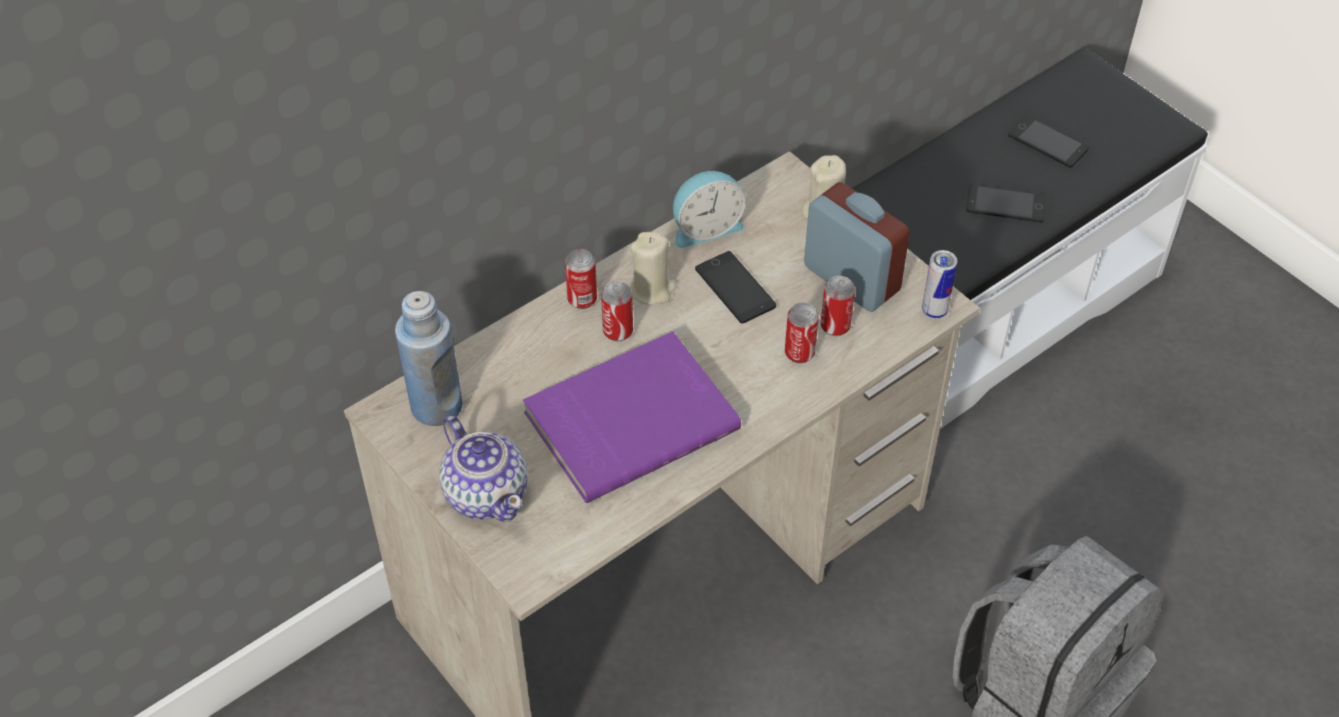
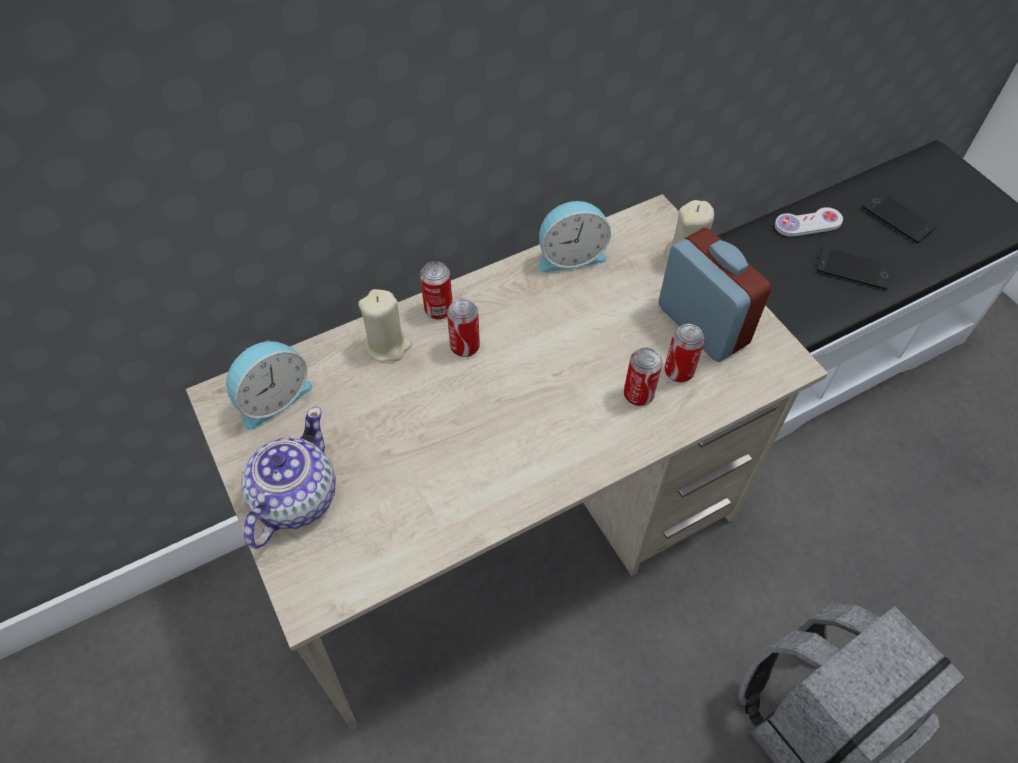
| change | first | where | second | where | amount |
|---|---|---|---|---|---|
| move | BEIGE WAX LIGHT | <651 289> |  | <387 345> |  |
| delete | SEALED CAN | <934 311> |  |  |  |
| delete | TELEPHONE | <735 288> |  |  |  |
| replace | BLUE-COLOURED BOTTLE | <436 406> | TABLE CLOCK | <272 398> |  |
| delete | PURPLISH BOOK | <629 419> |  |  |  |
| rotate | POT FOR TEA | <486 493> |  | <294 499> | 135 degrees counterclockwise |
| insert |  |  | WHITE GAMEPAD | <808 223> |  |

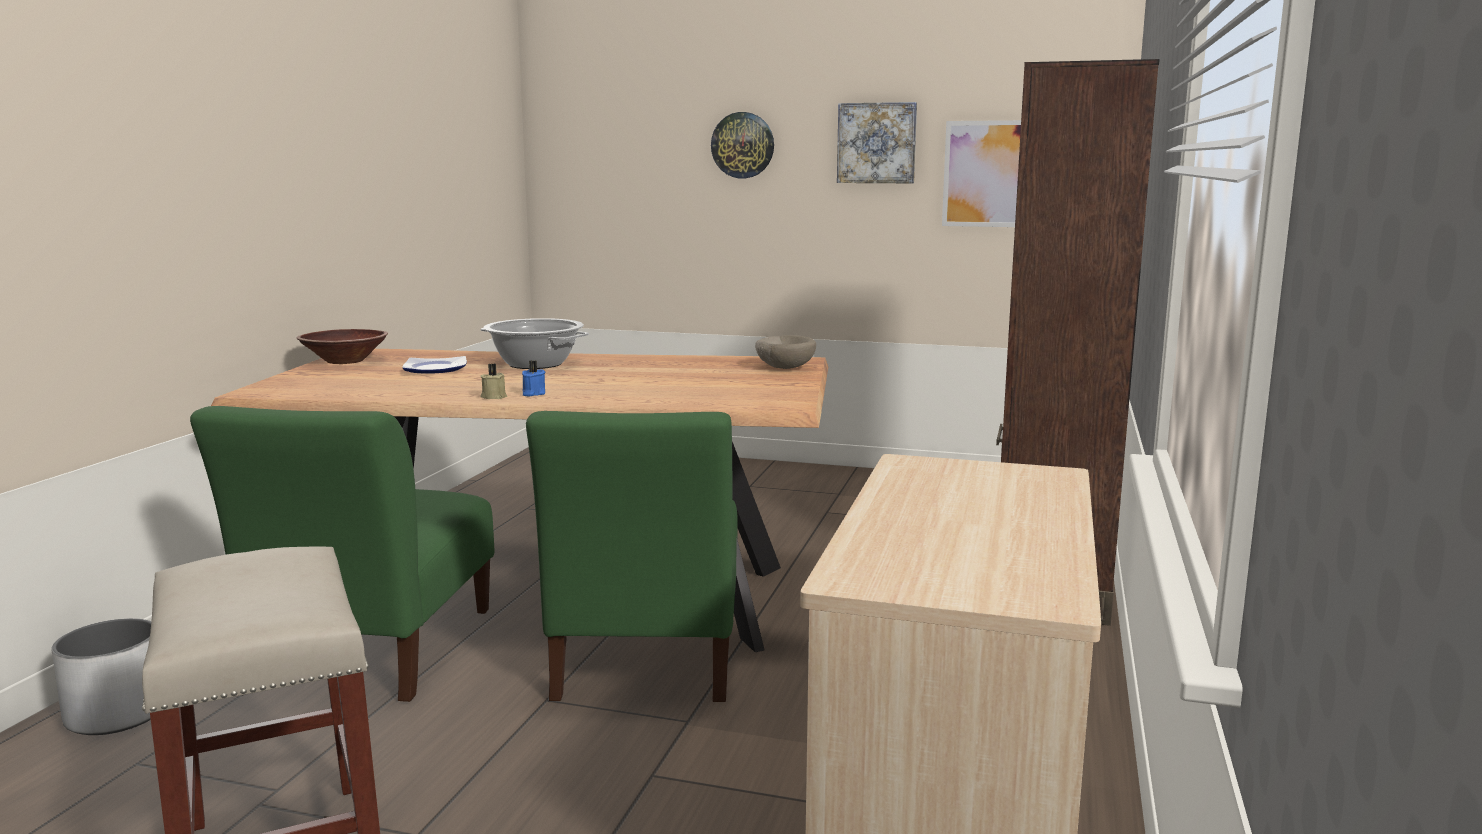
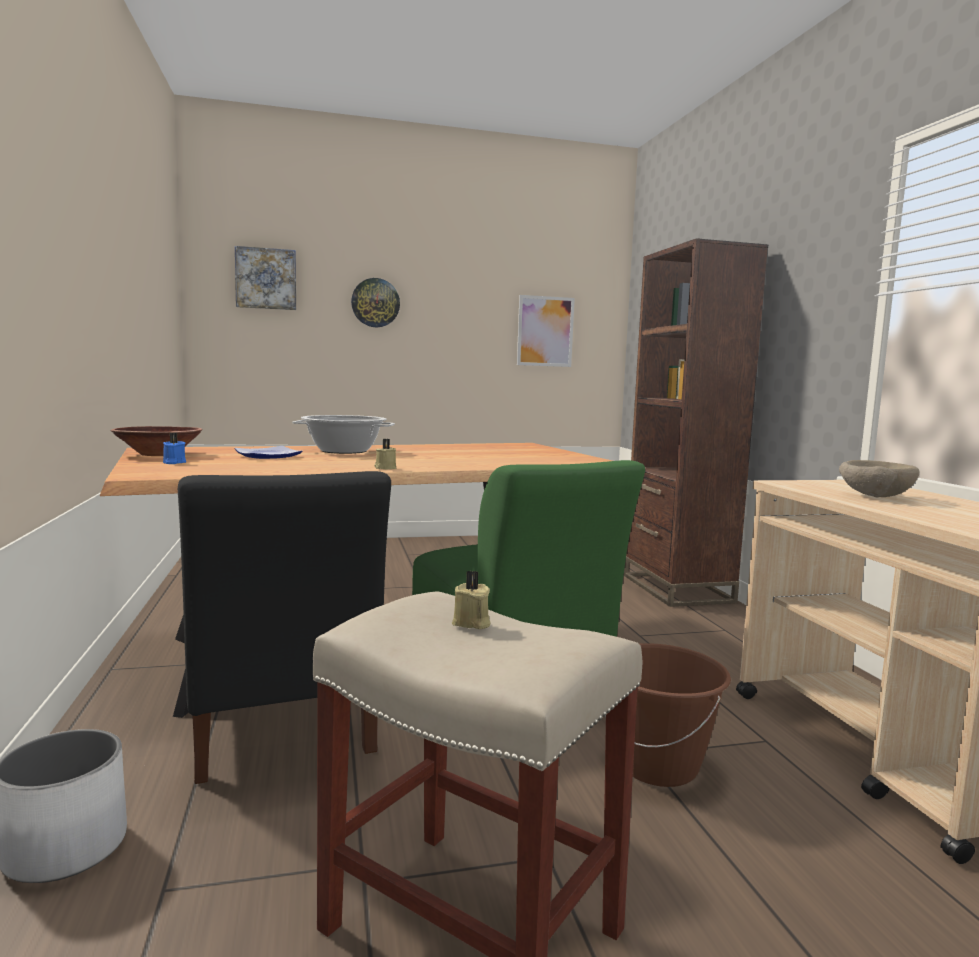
| change | first | where | second | where | amount |
|---|---|---|---|---|---|
| move | WALL PICTURE | <877 143> |  | <266 279> |  |
| move | BEIGE BOWL | <784 368> |  | <873 496> |  |
| move | BLUE-COLOURED WAX LIGHT | <533 394> |  | <173 462> |  |
| recolor | GREEN-COLOURED CHAIR | <372 653> | BLACK CHAIR | <279 722> |  |
| insert |  |  | BEIGE WAX LIGHT | <471 623> |  |
| insert |  |  | BROWNISH BUCKET | <658 765> |  |

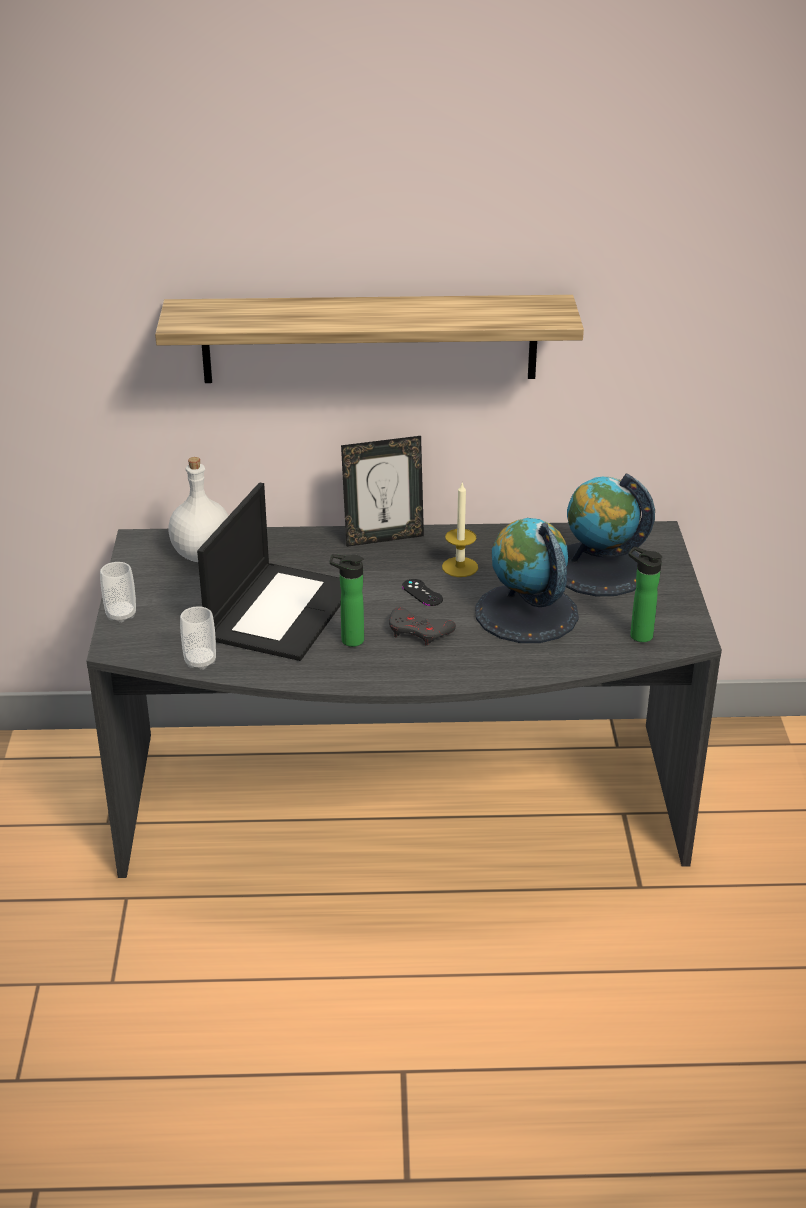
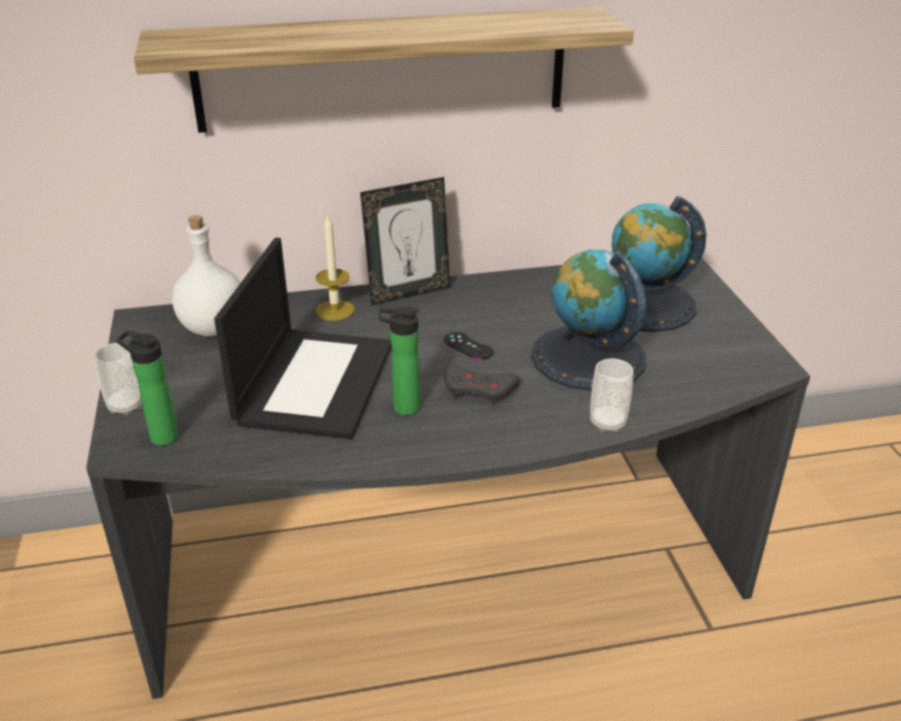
| change | first | where | second | where | amount |
|---|---|---|---|---|---|
| move | WAX LIGHT | <460 567> |  | <335 310> |  |
| move | BOTTLE | <637 635> |  | <160 436> |  |
| move | CUP | <200 661> |  | <608 423> |  |

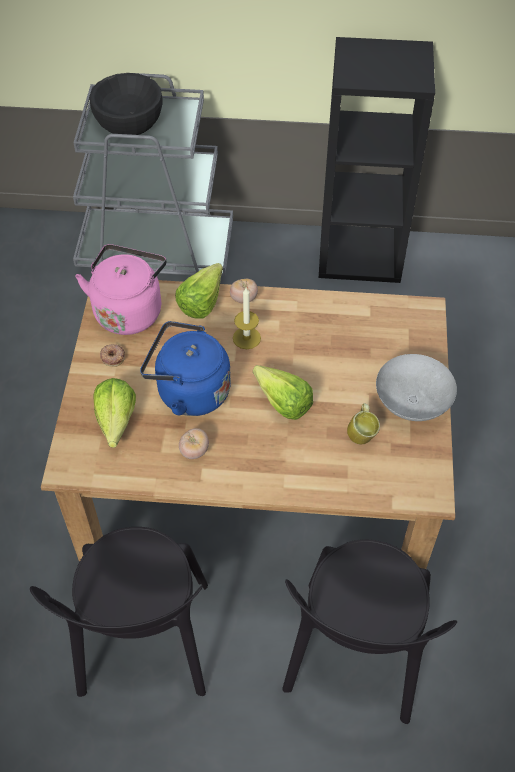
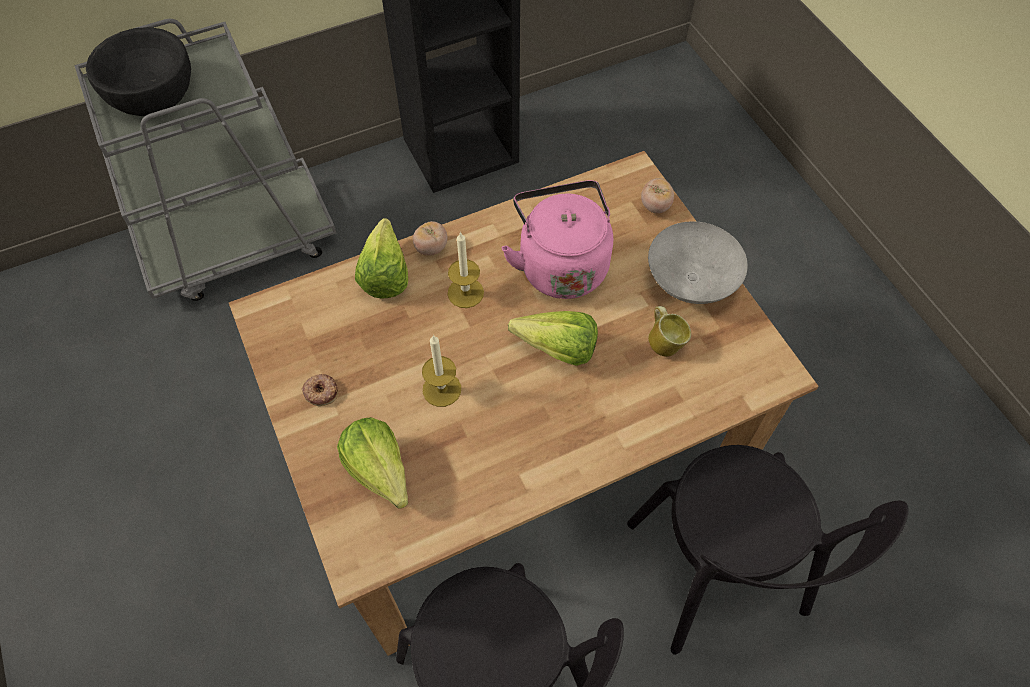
| change | first | where | second | where | amount |
|---|---|---|---|---|---|
| move | PINK-COLOURED TEA KETTLE | <129 310> |  | <560 264> |  |
| replace | BLUE-COLOURED TEA KETTLE | <189 391> | WAX LIGHT | <442 389> |  |
| move | TOMATO | <194 451> |  | <655 206> |  |

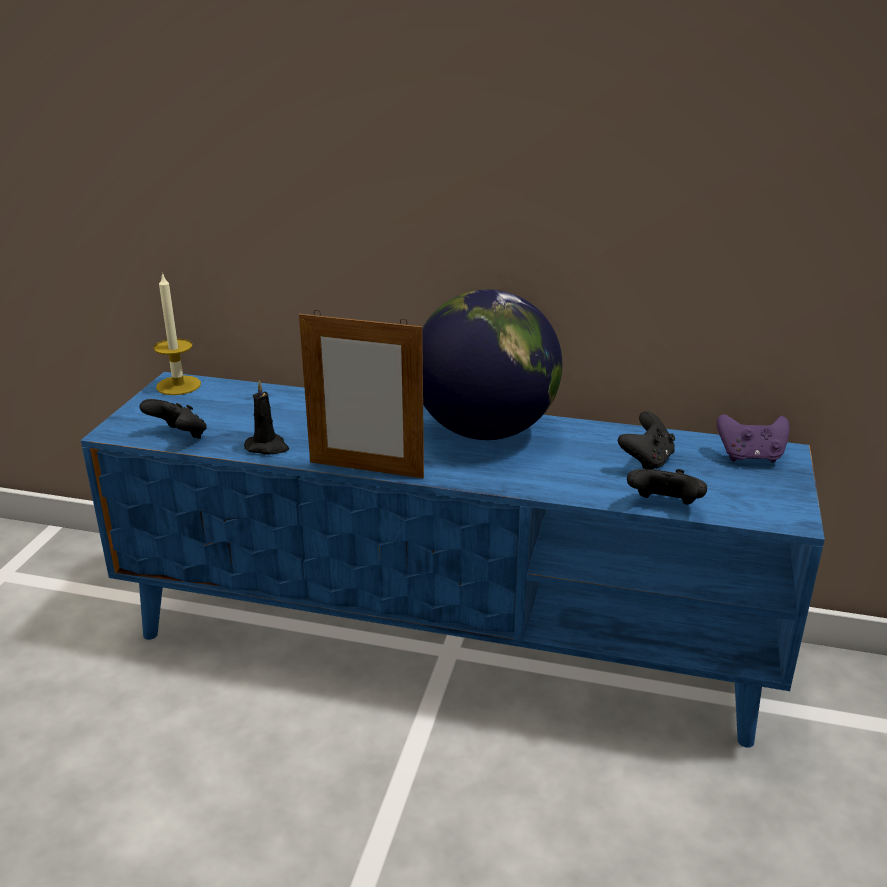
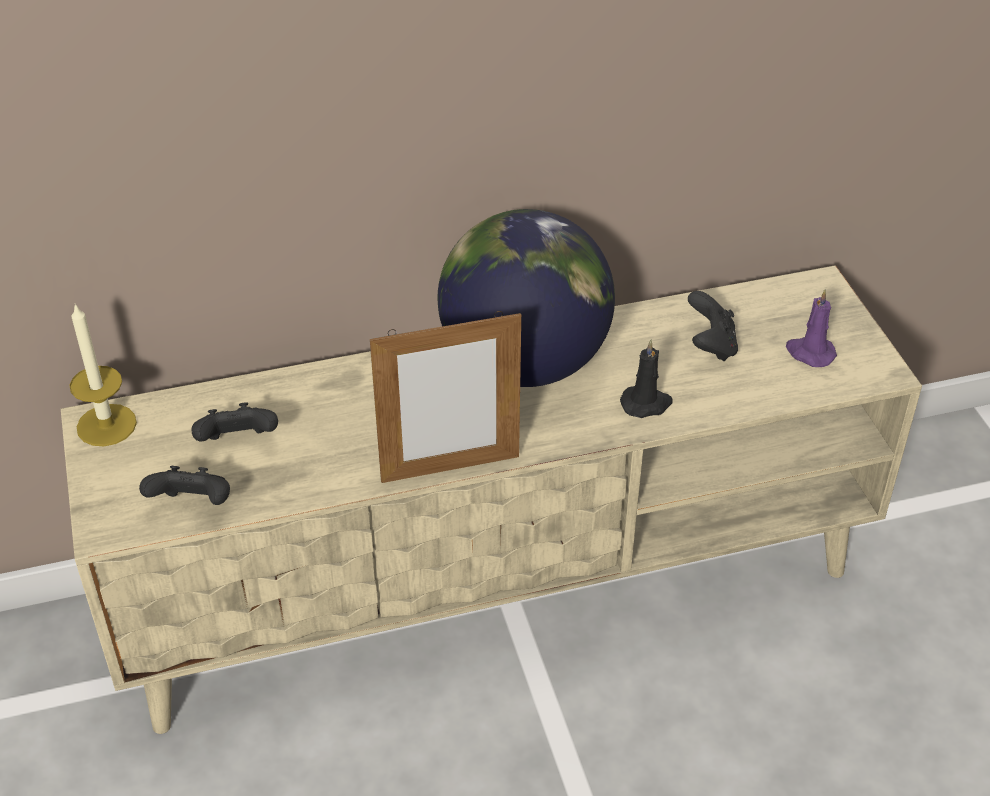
| change | first | where | second | where | amount |
|---|---|---|---|---|---|
| recolor | BLUE-COLOURED TV UNIT | <446 642> | BEIGE TV UNIT | <497 587> |  |
| move | BLACK WAX LIGHT | <267 447> |  | <646 403> |  |
| delete | PURPLISH GAMEPAD | <750 457> |  |  |  |
| move | BLACK GAMEPAD | <664 506> |  | <238 442> |  |
| insert |  |  | PURPLISH WAX LIGHT | <809 353> |  |

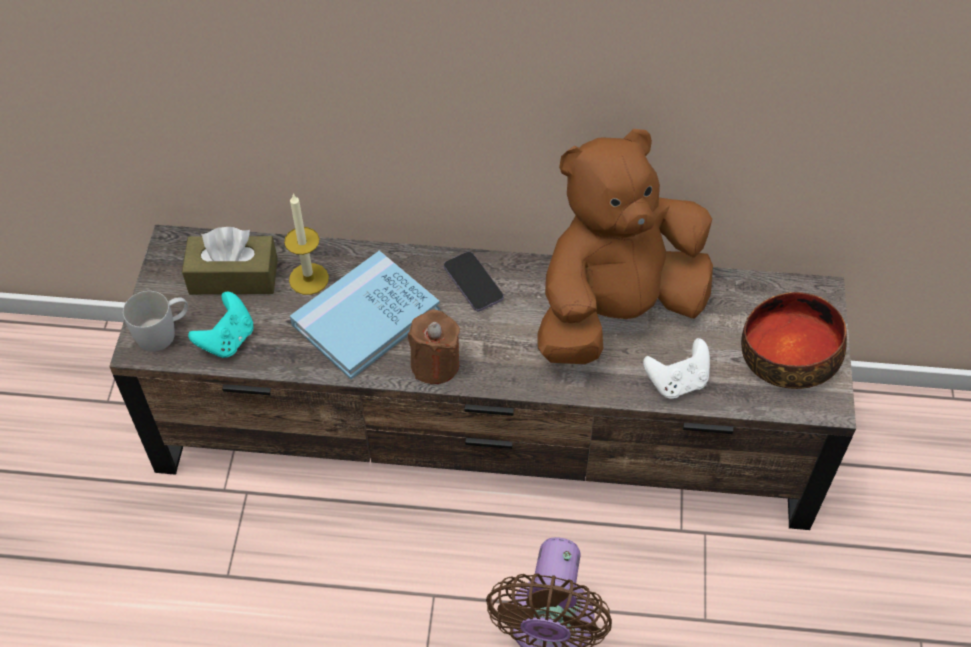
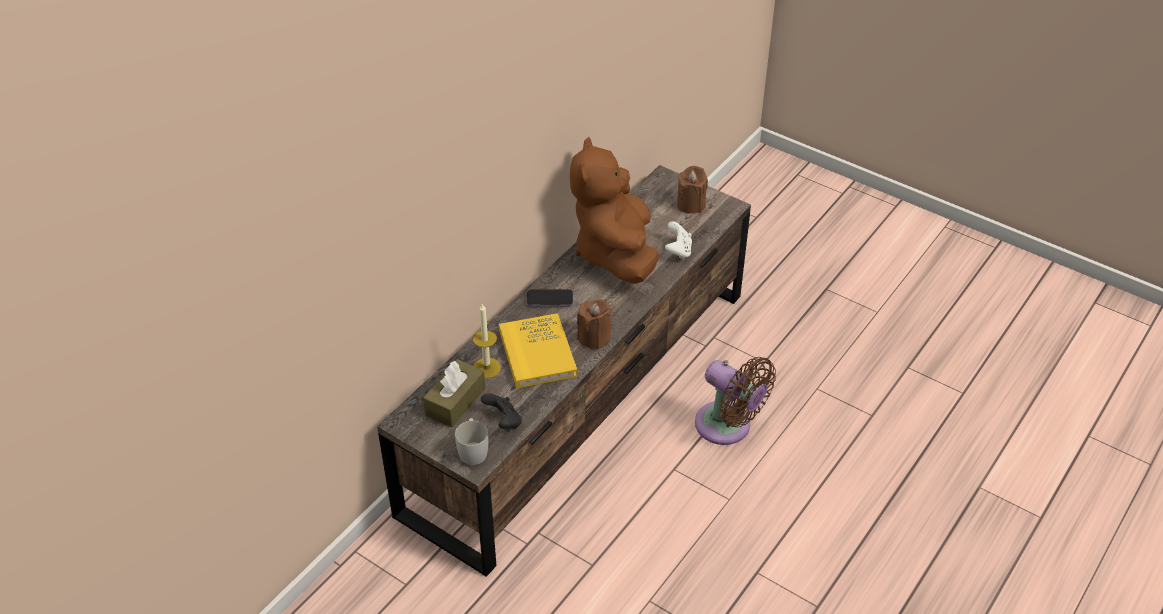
| change | first | where | second | where | amount |
|---|---|---|---|---|---|
| recolor | BLUE-COLOURED BOOK | <366 317> | YELLOWISH BOOK | <537 353> |  |
| recolor | TURQUOISE-COLOURED GAMEPAD | <228 340> | BLACK GAMEPAD | <503 421> |  |
| replace | BOWL | <789 353> | BROWNISH WAX LIGHT | <691 204> |  |

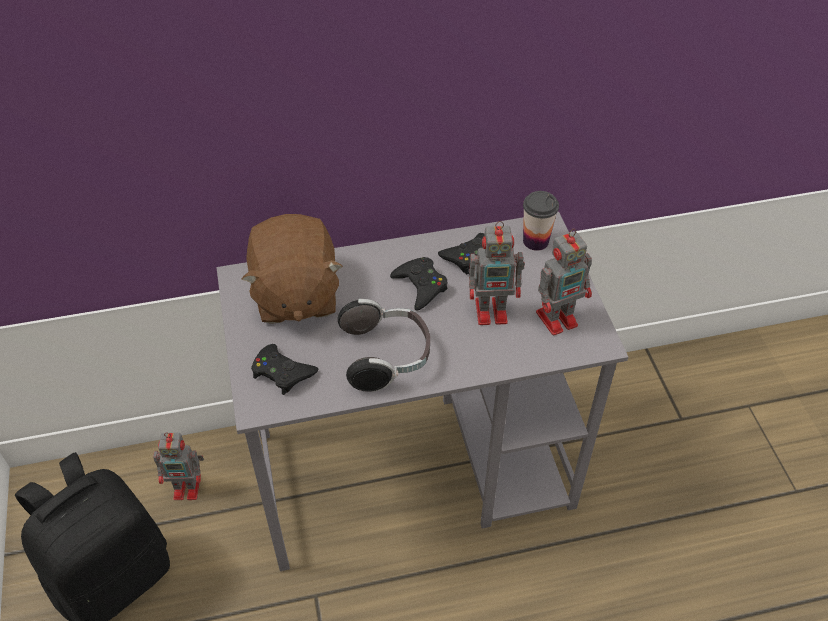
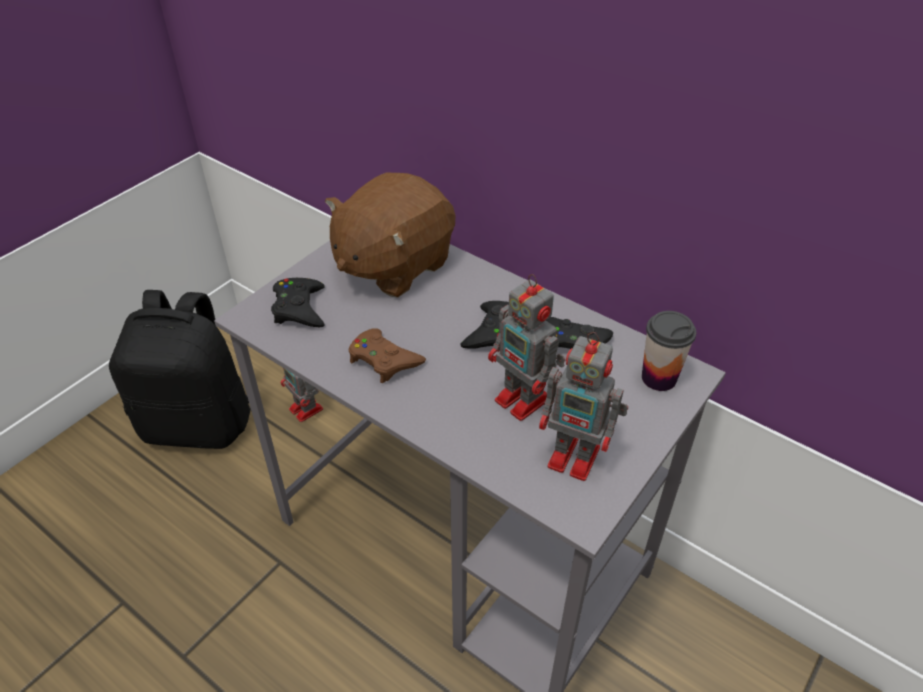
| change | first | where | second | where | amount |
|---|---|---|---|---|---|
| replace | PAIR OF HEADPHONES | <386 356> | BROWNISH GAMEPAD | <384 360> |  |

